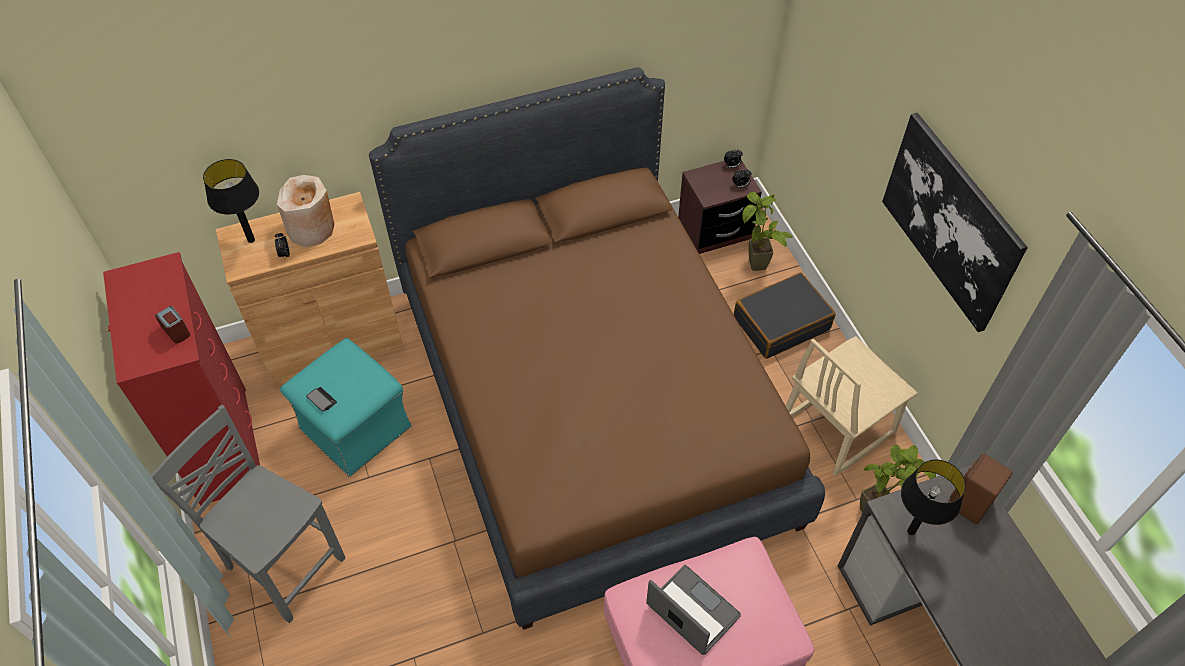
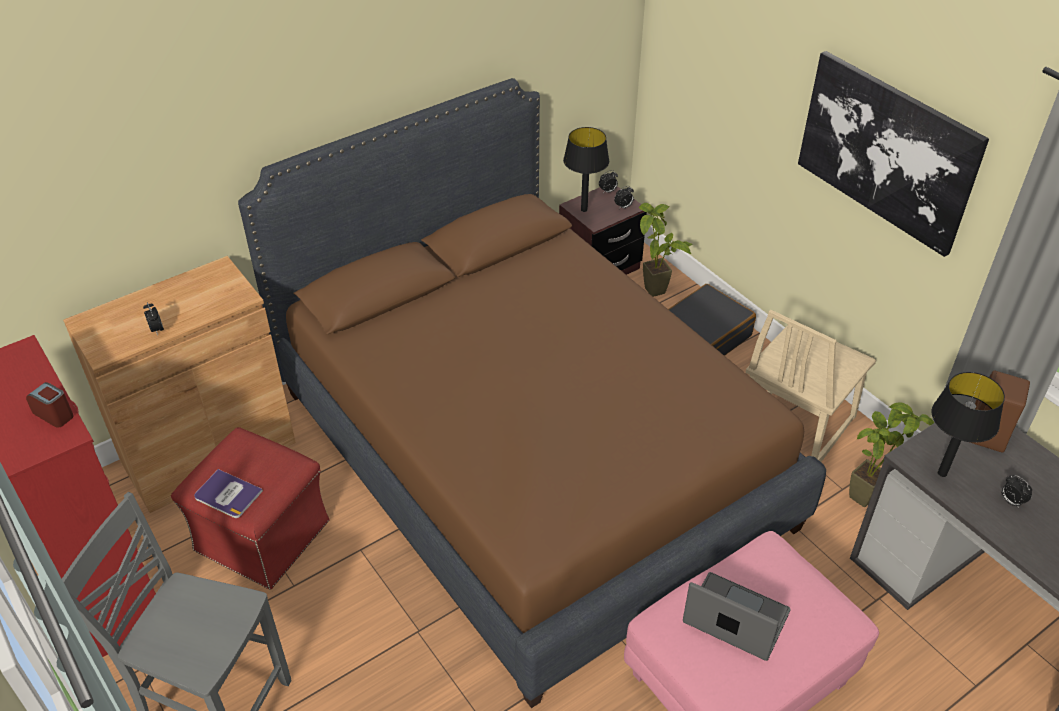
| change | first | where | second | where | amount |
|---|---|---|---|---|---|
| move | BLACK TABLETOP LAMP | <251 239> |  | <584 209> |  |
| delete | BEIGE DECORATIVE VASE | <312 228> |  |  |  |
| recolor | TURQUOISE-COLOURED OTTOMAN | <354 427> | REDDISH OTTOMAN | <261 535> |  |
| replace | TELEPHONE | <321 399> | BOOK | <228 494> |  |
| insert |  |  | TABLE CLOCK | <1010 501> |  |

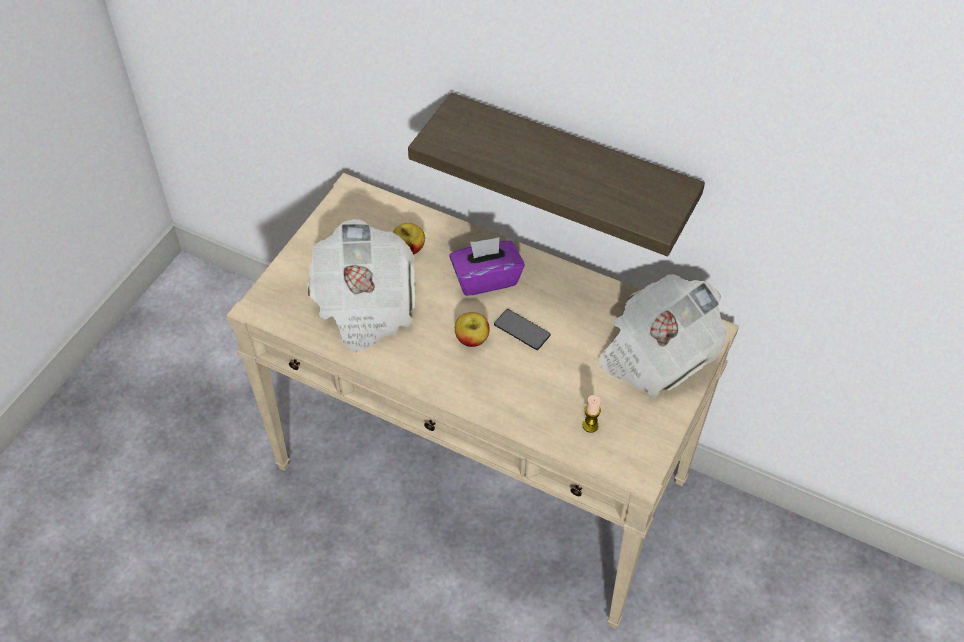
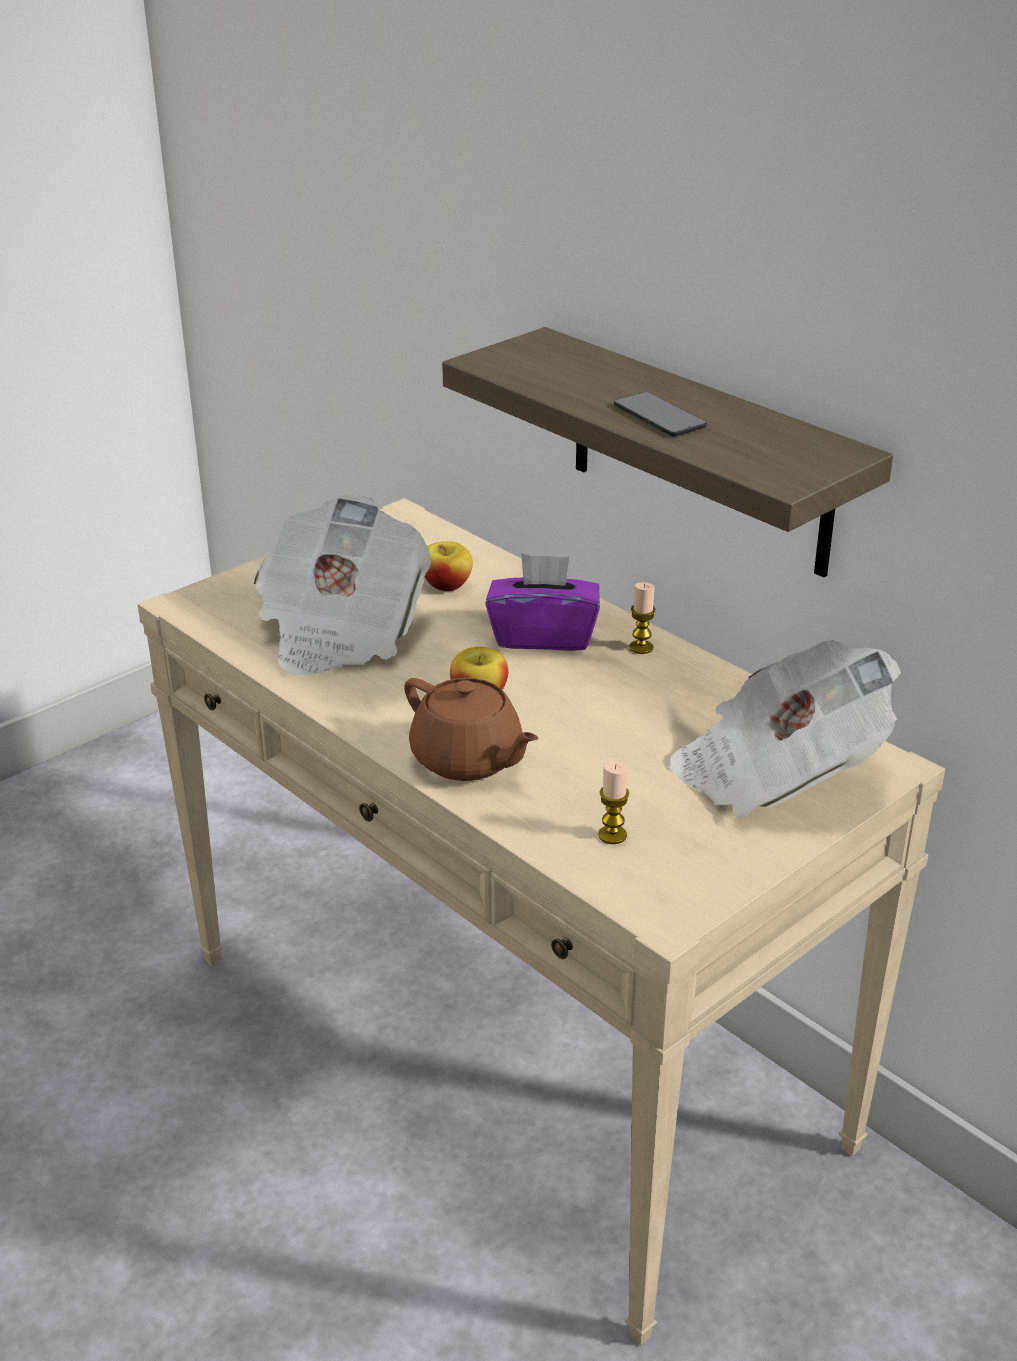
| change | first | where | second | where | amount |
|---|---|---|---|---|---|
| move | TELEPHONE | <522 330> |  | <659 416> |  |
| insert |  |  | WAX LIGHT | <641 647> |  |
| insert |  |  | BROWNISH POT FOR TEA | <468 760> |  |

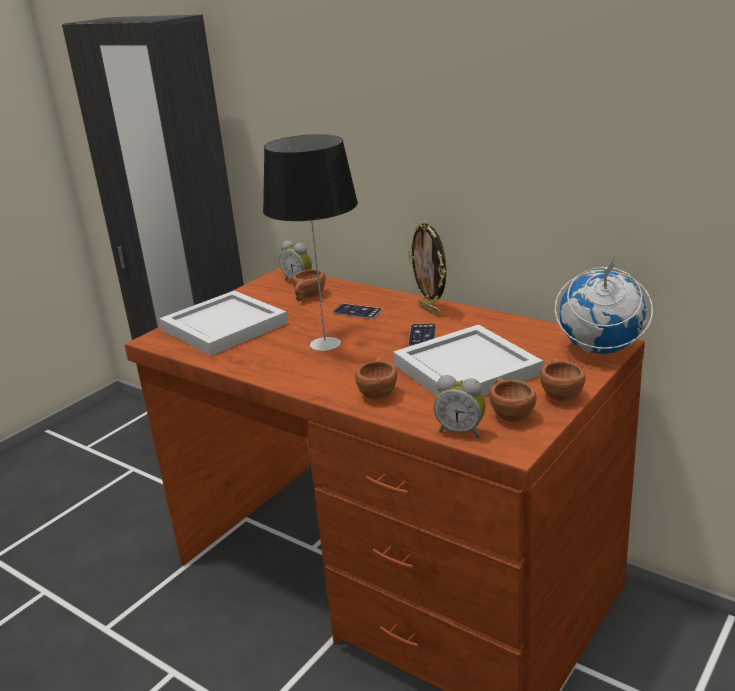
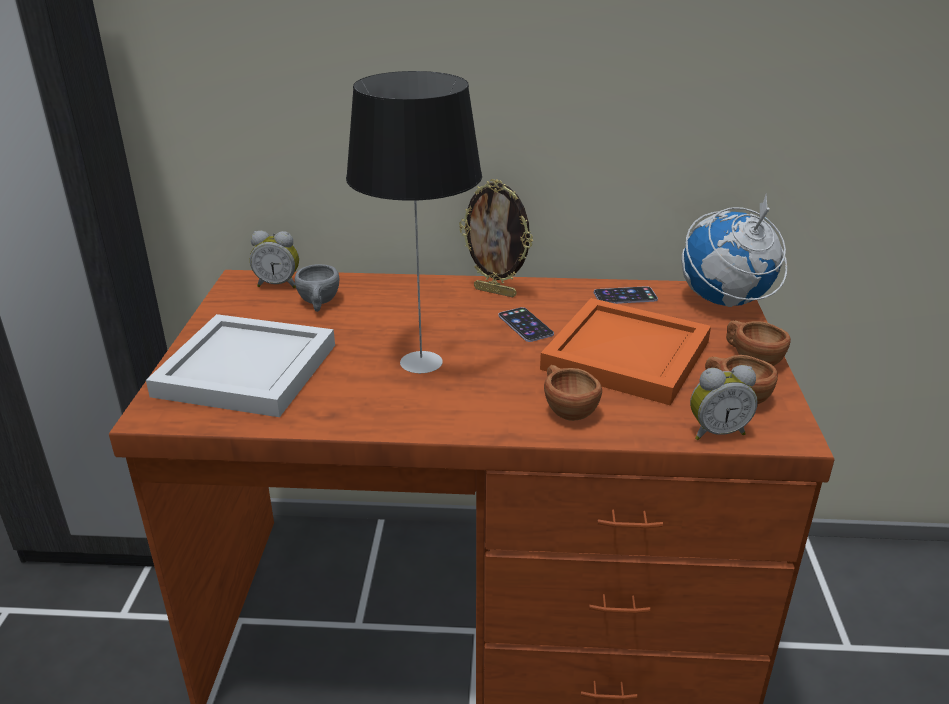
| change | first | where | second | where | amount |
|---|---|---|---|---|---|
| recolor | BROWNISH CUP | <308 297> | GREY CUP | <319 304> |  |
| move | TELEPHONE | <357 311> |  | <625 296> |  |
| recolor | WHITE CARRYING TRAY | <467 368> | ORANGE-COLOURED CARRYING TRAY | <625 353> |  |

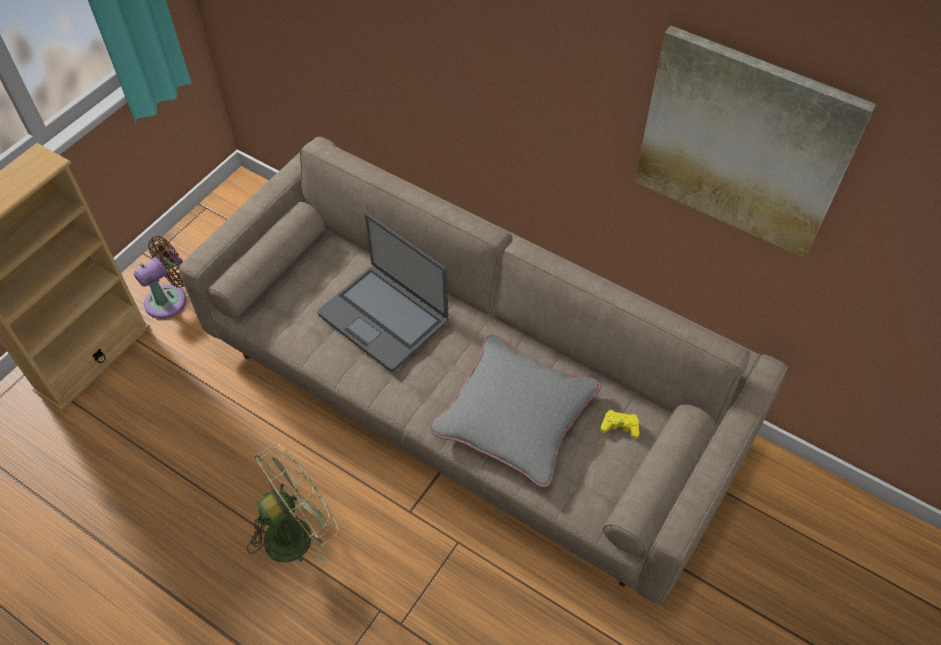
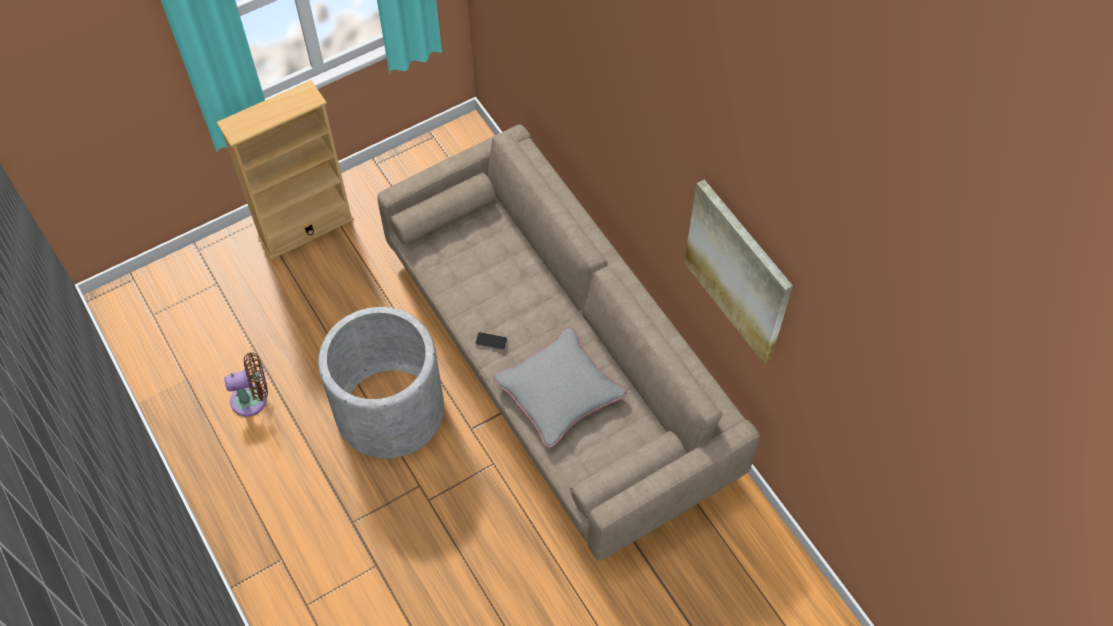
| change | first | where | second | where | amount |
|---|---|---|---|---|---|
| delete | NOTEBOOK COMPUTER | <384 317> |  |  |  |
| move | BROWNISH FAN | <170 299> |  | <253 399> |  |
| delete | YELLOWISH GAMEPAD | <620 426> |  |  |  |
| replace | GREEN-COLOURED FAN | <297 531> | GREY FLOWER POT | <389 410> |  |
| insert |  |  | TELEPHONE | <491 341> |  |

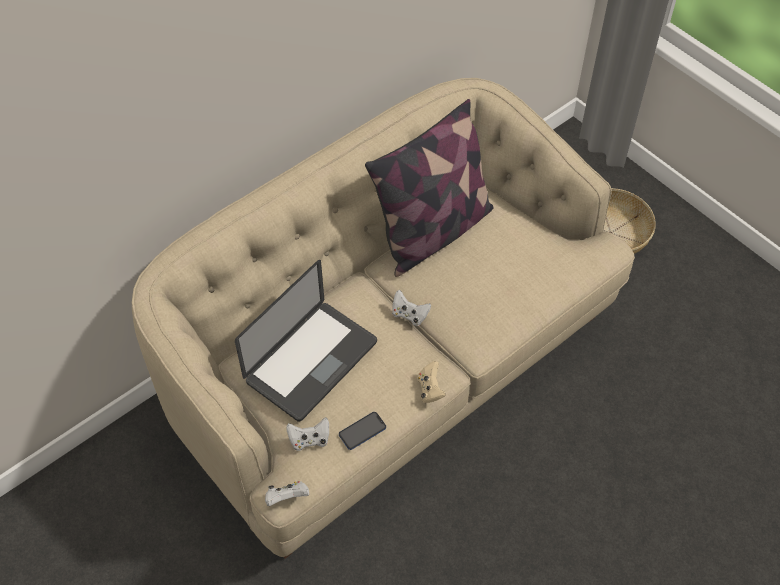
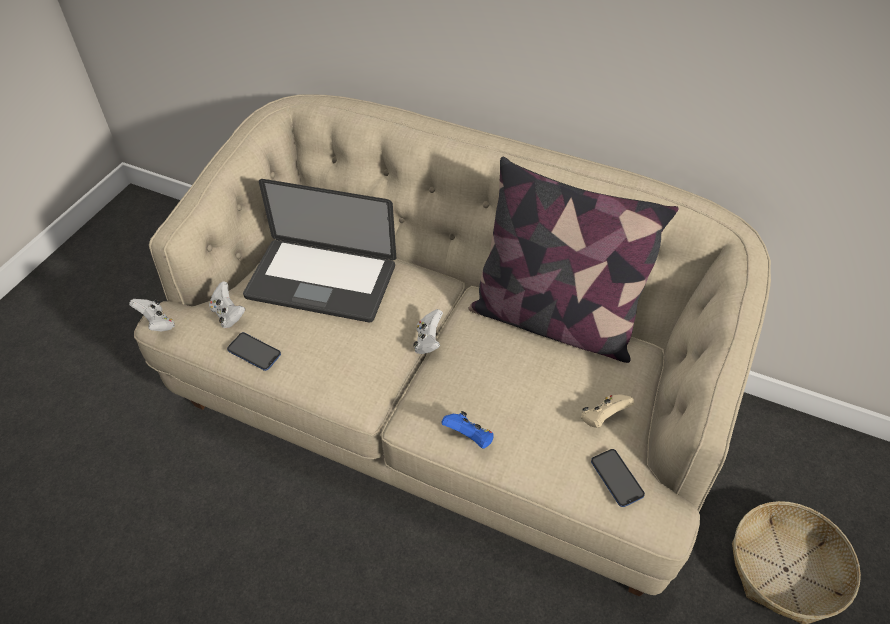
| change | first | where | second | where | amount |
|---|---|---|---|---|---|
| move | BEIGE GAMEPAD | <430 389> |  | <603 418> |  |
| insert |  |  | BLUE-COLOURED GAMEPAD | <469 438> |  |
| insert |  |  | TELEPHONE | <616 478> |  |

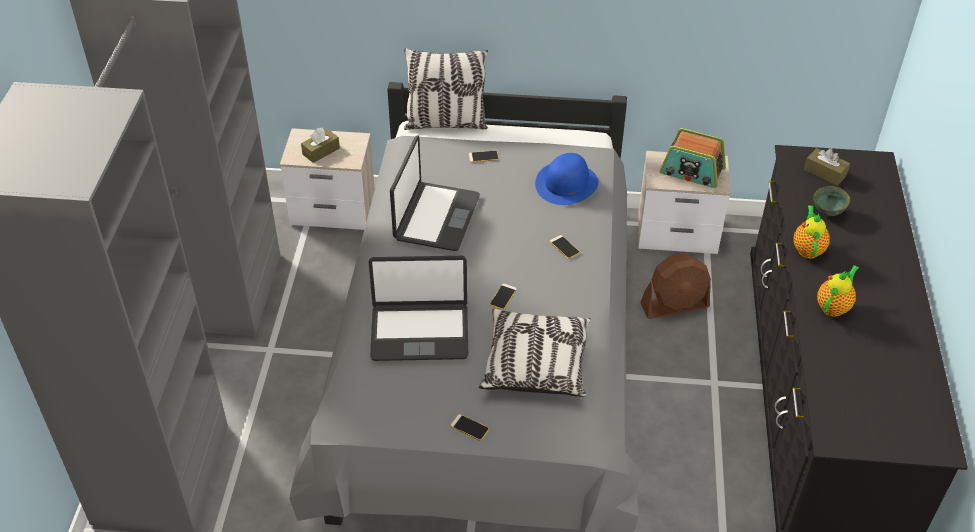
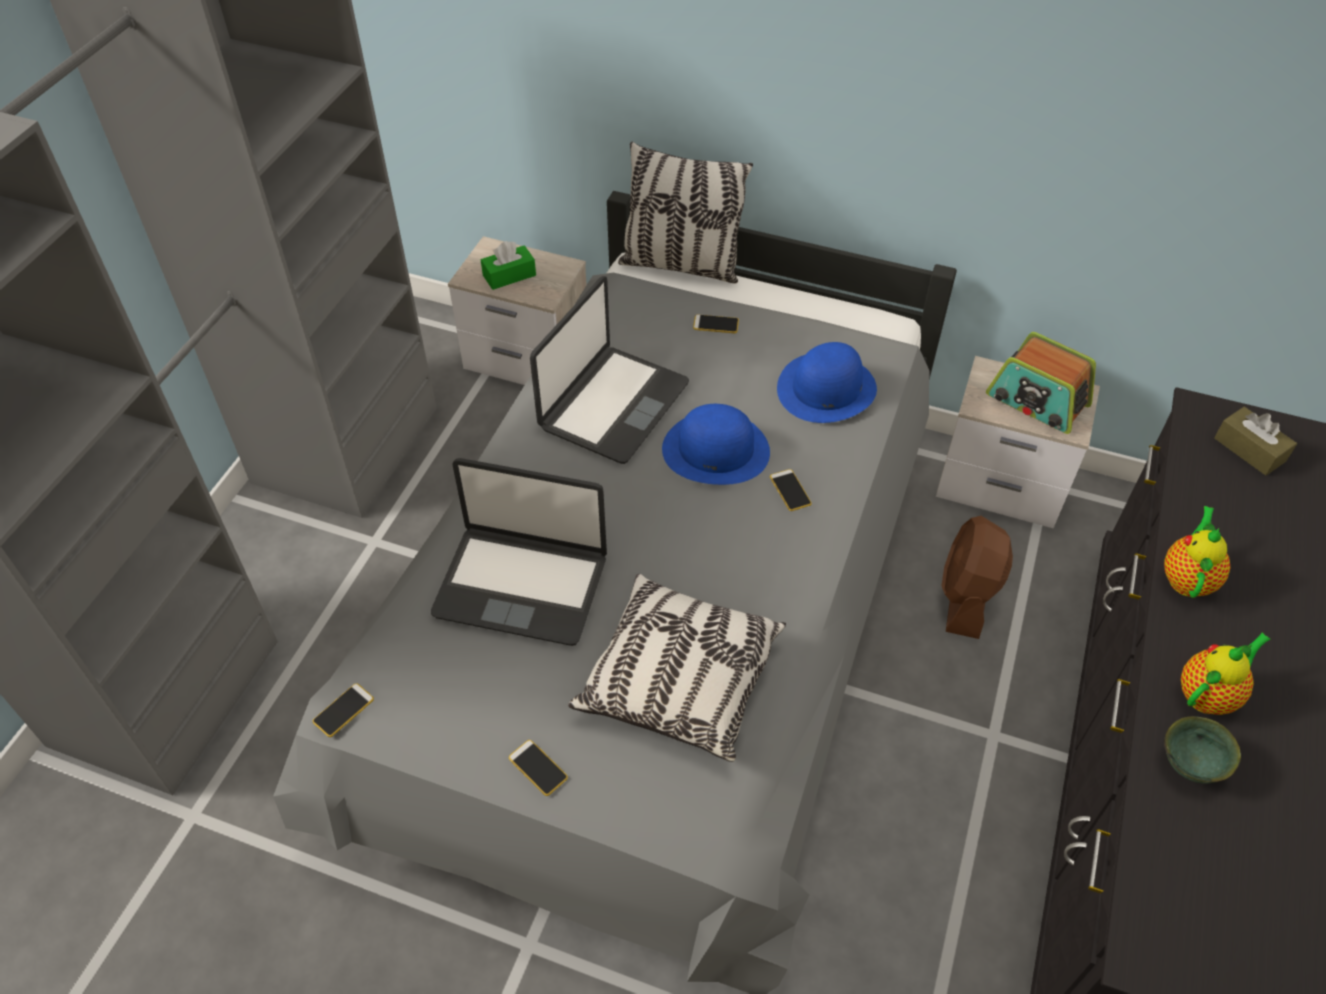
| change | first | where | second | where | amount |
|---|---|---|---|---|---|
| recolor | BROWNISH BOX OF TISSUES | <321 151> | GREEN-COLOURED BOX OF TISSUES | <509 275> |  |
| move | GREEN-COLOURED BOWL | <828 212> |  | <1191 766> |  |
| rotate | BROWNISH FAN | <675 305> |  | <966 596> | 105 degrees clockwise |
| move | TELEPHONE | <503 297> |  | <343 710> |  |
| insert |  |  | BLUE-COLOURED WEARABLE HAT | <716 449> |  |

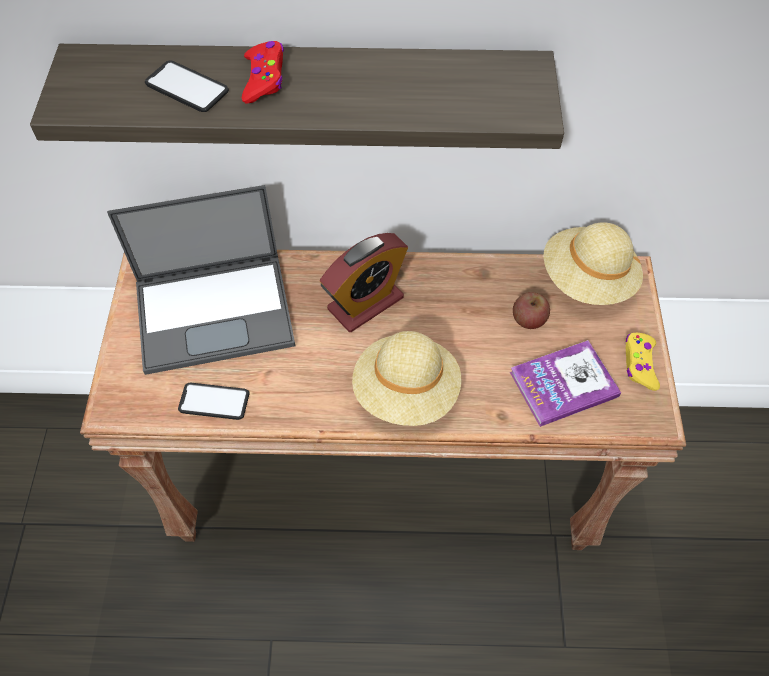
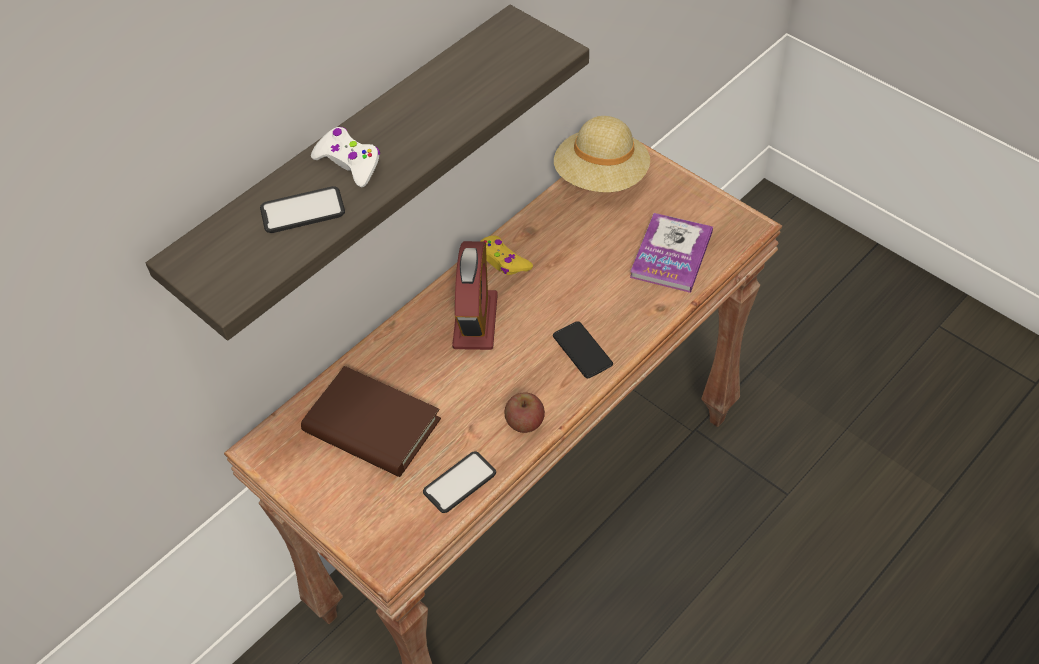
| change | first | where | second | where | amount |
|---|---|---|---|---|---|
| recolor | REDDISH GAMEPAD | <264 78> | WHITE GAMEPAD | <349 163> |  |
| replace | NOTEBOOK COMPUTER | <216 311> | BROWNISH BOOK | <372 426> |  |
| move | APPLE | <528 319> |  | <525 422> |  |
| replace | BEIGE WEARABLE HAT | <406 392> | TELEPHONE | <582 350> |  |
| move | YELLOWISH GAMEPAD | <639 364> |  | <503 261> |  |

